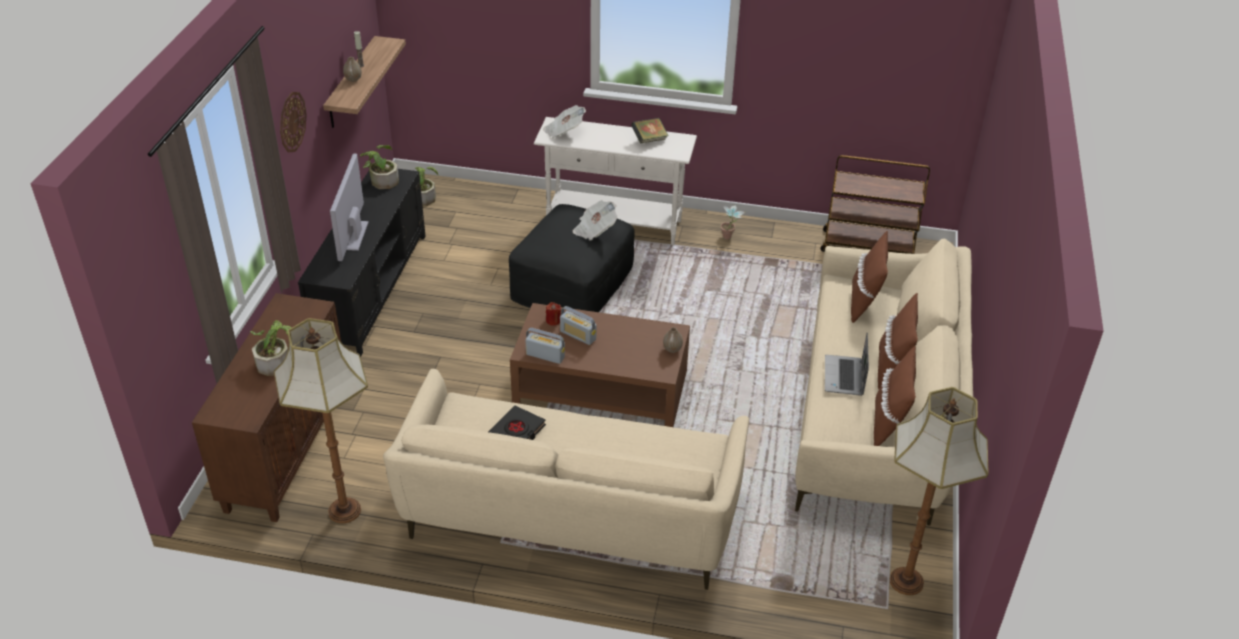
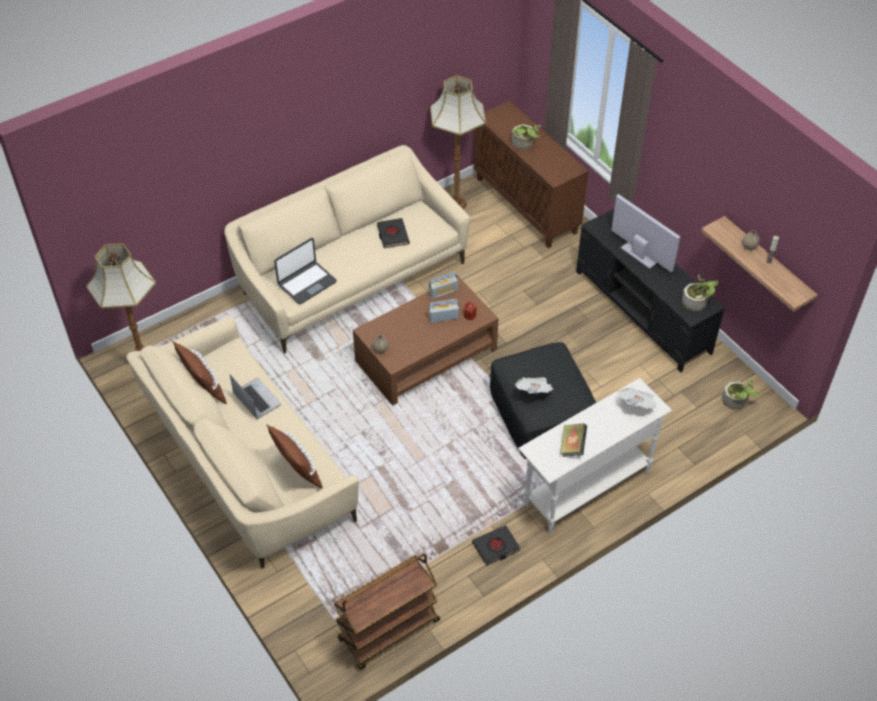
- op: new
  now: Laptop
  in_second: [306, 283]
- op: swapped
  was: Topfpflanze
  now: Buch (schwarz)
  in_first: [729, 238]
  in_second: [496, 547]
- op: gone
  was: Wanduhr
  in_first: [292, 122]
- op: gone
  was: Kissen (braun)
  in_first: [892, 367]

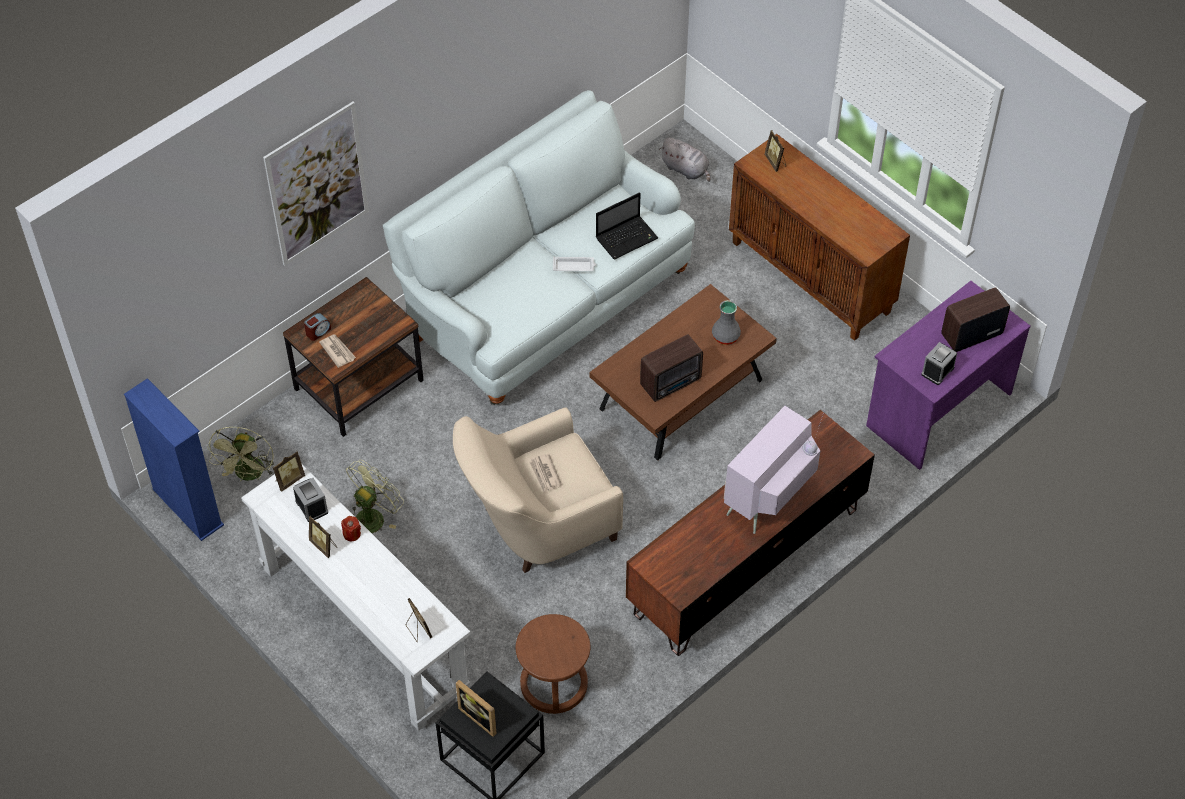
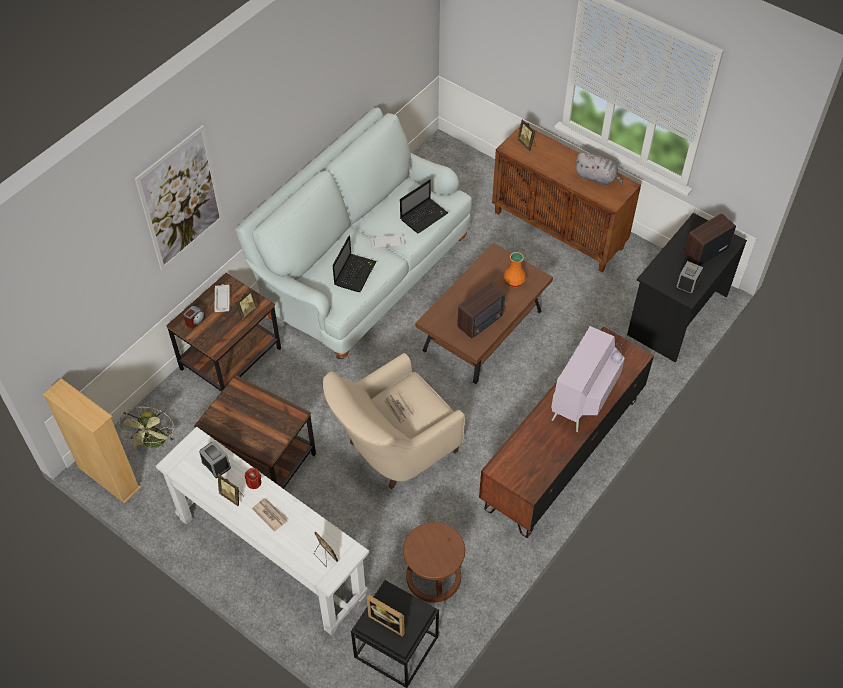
- op: repainted
  was: Bücherregal (blau)
  now: Bücherregal (beige)
  in_first: [187, 507]
  in_second: [109, 477]
- op: swapped
  was: Ventilator (grün)
  now: Beistelltisch (braun)
  in_first: [373, 516]
  in_second: [261, 461]
- op: new
  now: Tablett (weiß)
  in_second: [222, 299]
- op: shifted
  was: Bilderrahmen
  in_first: [289, 480]
  in_second: [247, 312]
- op: shifted
  was: Zeitung
  in_first: [337, 351]
  in_second: [270, 514]
- op: new
  now: Laptop
  in_second: [355, 273]
- op: repainted
  was: Vase (grau)
  now: Vase (orange)
  in_first: [726, 337]
  in_second: [514, 281]
- op: shifted
  was: Plüschtier (grau)
  in_first: [686, 169]
  in_second: [597, 178]
- op: repainted
  was: Schreibtisch (lila)
  now: Schreibtisch (schwarz)
  in_first: [937, 409]
  in_second: [676, 314]

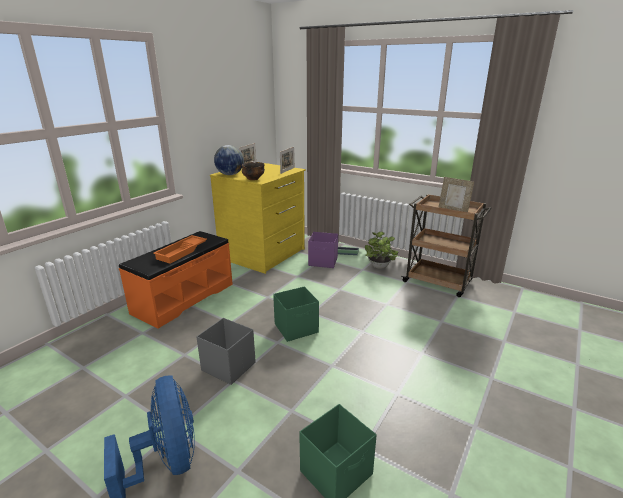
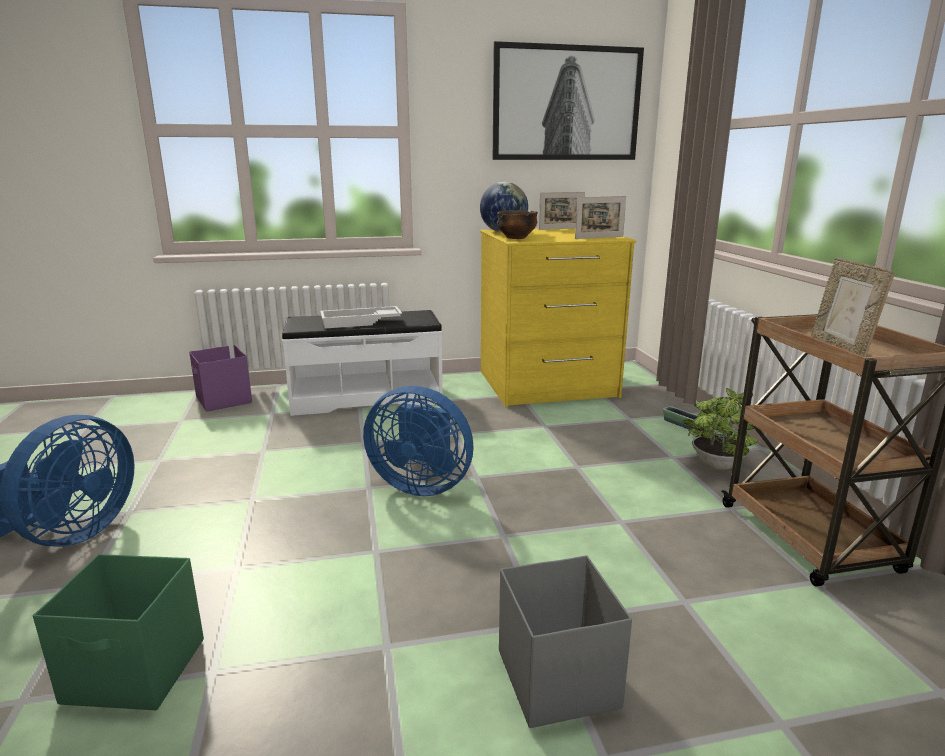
- op: shifted
  was: Aufbewahrungsbox (lila)
  in_first: [323, 262]
  in_second: [223, 400]
- op: repainted
  was: Bank (orange)
  now: Bank (weiß)
  in_first: [183, 298]
  in_second: [366, 397]
- op: repainted
  was: Tablett (orange)
  now: Tablett (weiß)
  in_first: [182, 252]
  in_second: [360, 322]
- op: swapped
  was: Aufbewahrungsbox (grün)
  now: Ventilator (blau)
  in_first: [297, 328]
  in_second: [421, 485]
- op: new
  now: Bild
  in_second: [566, 104]
- op: shifted
  was: Aufbewahrungsbox (grau)
  in_first: [228, 366]
  in_second: [557, 678]

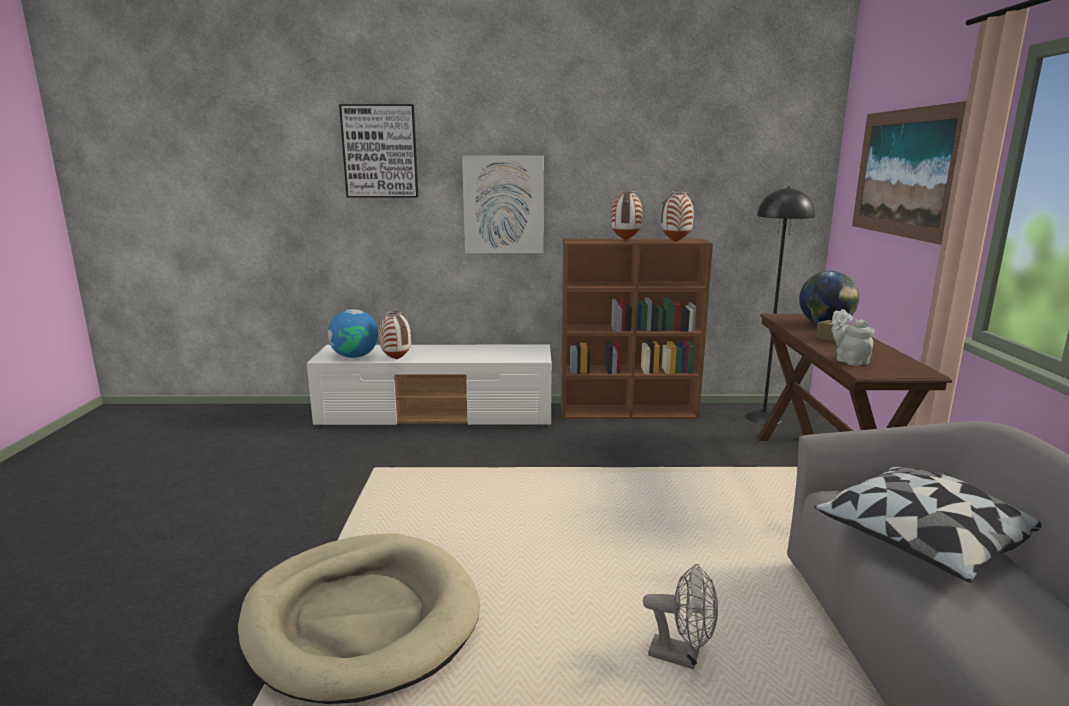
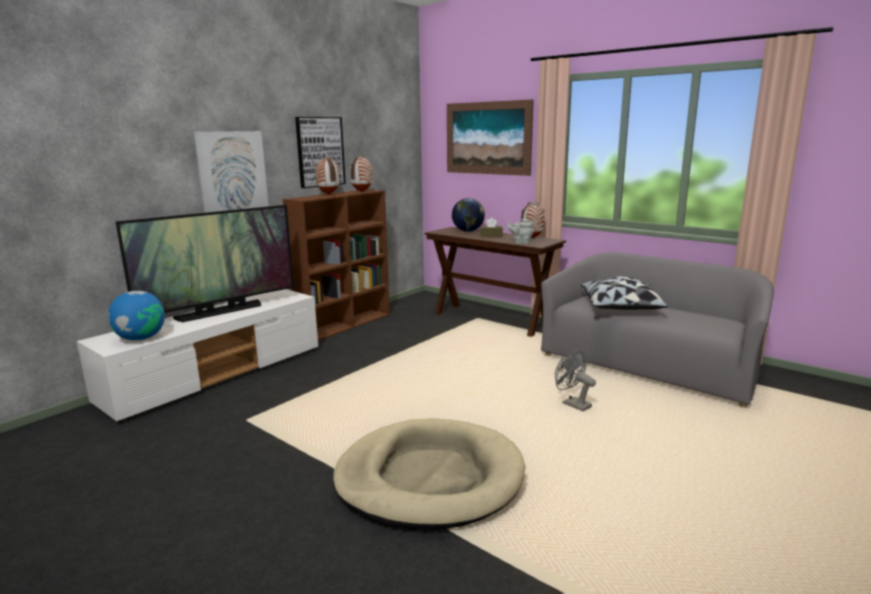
- op: new
  now: Fernseher
  in_second: [220, 311]
- op: shifted
  was: Bild
  in_first: [380, 151]
  in_second: [320, 152]
- op: shifted
  was: Vase
  in_first: [397, 359]
  in_second: [532, 238]
- op: rotated
  was: Ventilator (grau)
  in_first: [682, 656]
  in_second: [572, 404]
  clockwise: -105
- op: gone
  was: Stehlampe (schwarz)
  in_first: [764, 417]

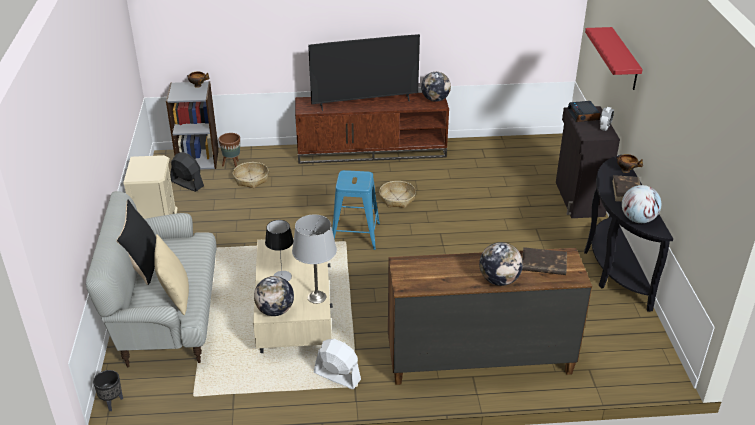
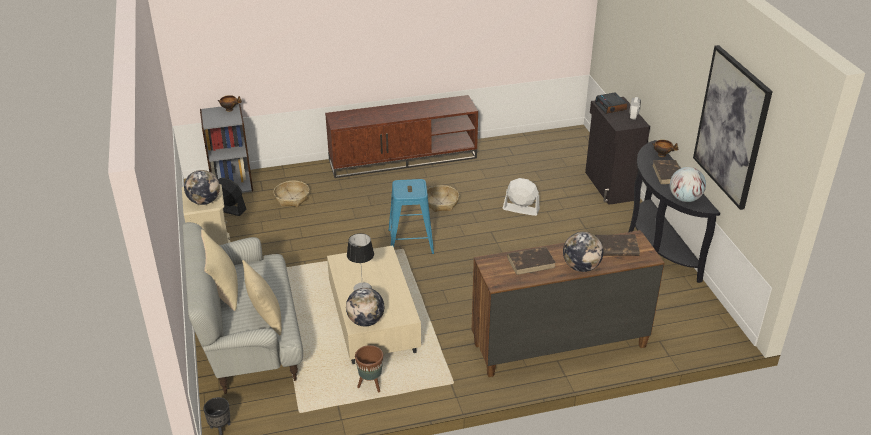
- op: shifted
  was: Globus
  in_first: [435, 99]
  in_second: [204, 201]
- op: repainted
  was: Kissen (schwarz)
  now: Kissen (beige)
  in_first: [143, 263]
  in_second: [223, 291]
- op: shifted
  was: Pflanzkübel (braun)
  in_first: [232, 165]
  in_second: [370, 385]
- op: shifted
  was: Ventilator (weiß)
  in_first: [337, 376]
  in_second: [520, 209]
- op: new
  now: Buch (braun)
  in_second: [531, 262]
- op: new
  now: Bild
  in_second: [731, 127]
- op: gone
  was: Tischlampe (grau)
  in_first: [316, 297]
- op: gone
  was: Fernseher
  in_first: [365, 103]
- op: gone
  was: Wandregal (rot)
  in_first: [624, 59]

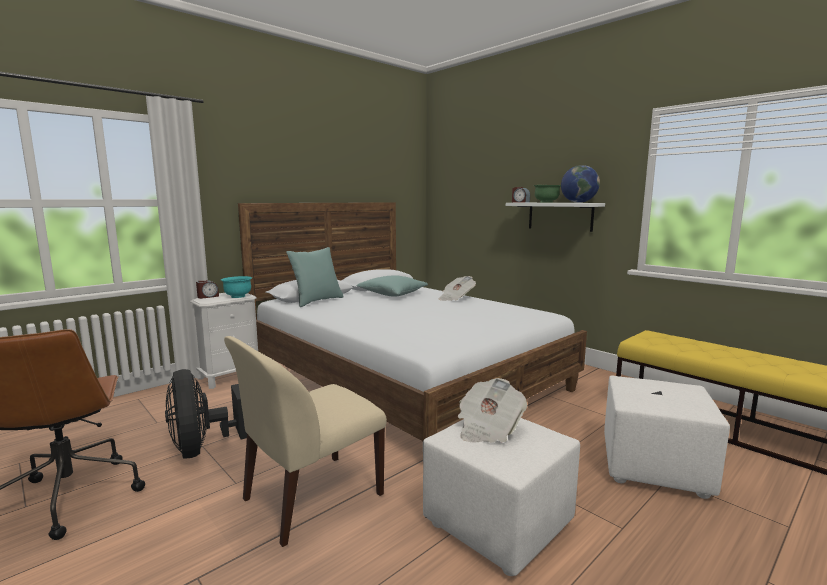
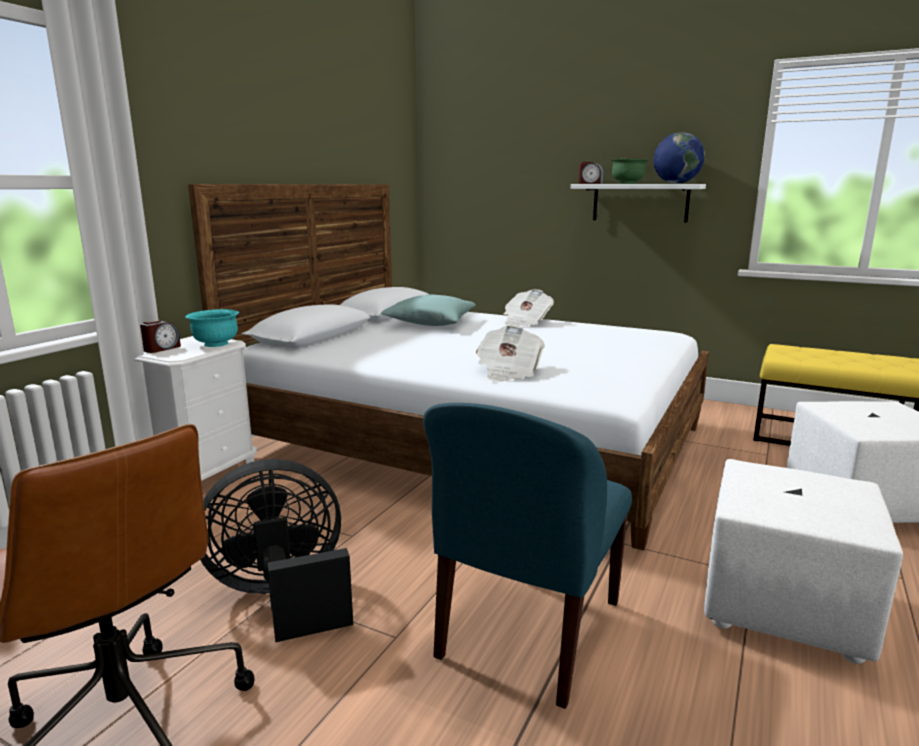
- op: rotated
  was: Ventilator (schwarz)
  in_first: [202, 448]
  in_second: [282, 597]
  clockwise: 120
- op: repainted
  was: Stuhl (beige)
  now: Stuhl (blau)
  in_first: [310, 498]
  in_second: [528, 631]
- op: shifted
  was: Zeitung
  in_first: [488, 428]
  in_second: [508, 372]
- op: gone
  was: Kissen (türkis)
  in_first: [317, 301]

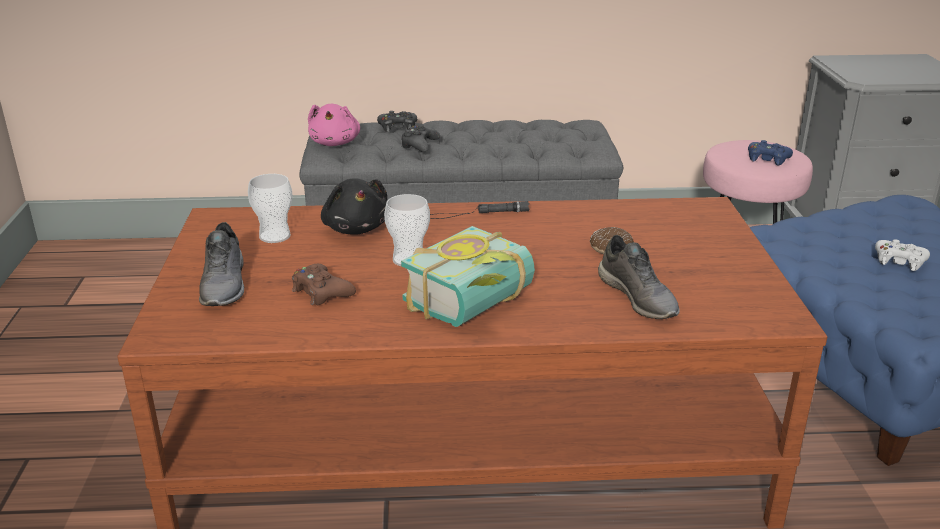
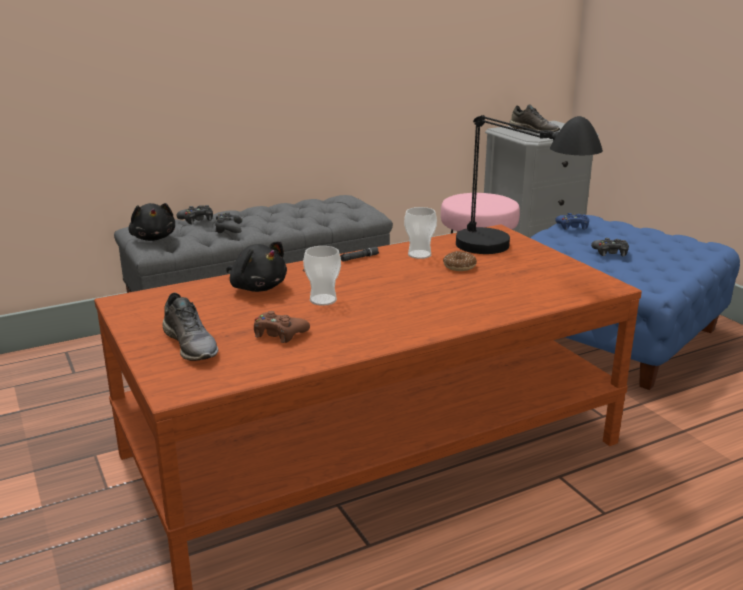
- op: repainted
  was: Plüschtier (rosa)
  now: Plüschtier (schwarz)
  in_first: [335, 143]
  in_second: [153, 238]
- op: shifted
  was: Tasse
  in_first: [275, 236]
  in_second: [419, 254]
- op: new
  now: Tischlampe (schwarz)
  in_second: [514, 259]
- op: shifted
  was: Schuh (grau)
  in_first: [639, 297]
  in_second: [534, 131]
- op: shifted
  was: Gamepad (blau)
  in_first: [767, 159]
  in_second: [573, 226]
- op: repainted
  was: Gamepad (weiß)
  now: Gamepad (schwarz)
  in_first: [899, 261]
  in_second: [610, 252]
- op: gone
  was: Buch
  in_first: [477, 306]

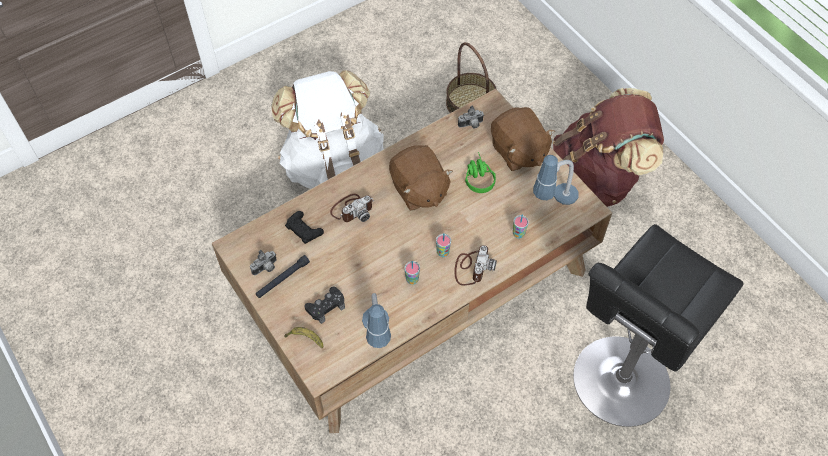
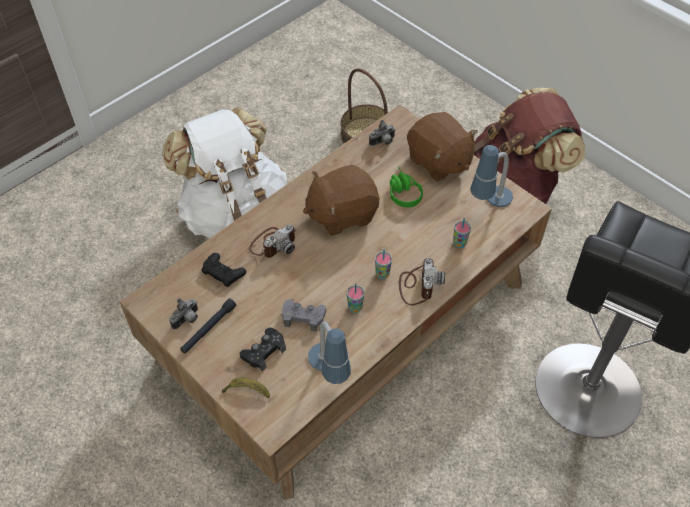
- op: new
  now: Gamepad (grau)
  in_second: [303, 317]
- op: rotated
  was: Plüschtier (braun)
  in_first: [418, 190]
  in_second: [342, 214]
  clockwise: 105

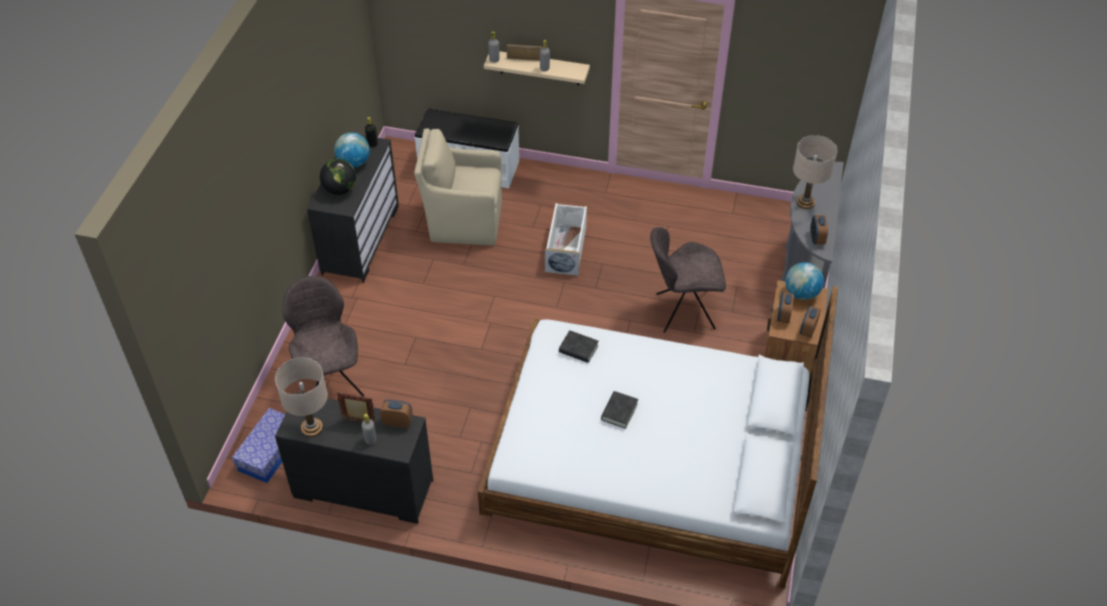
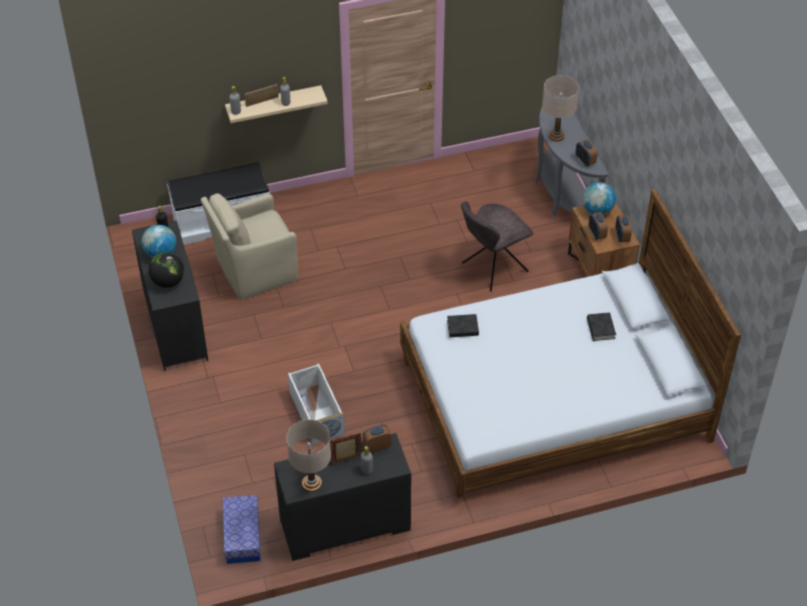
- op: shifted
  was: Aufbewahrungsbox (weiß)
  in_first: [566, 249]
  in_second: [316, 413]
- op: shifted
  was: Buch (schwarz)
  in_first: [619, 412]
  in_second: [600, 329]
- op: gone
  was: Stuhl (grau)
  in_first: [330, 380]

